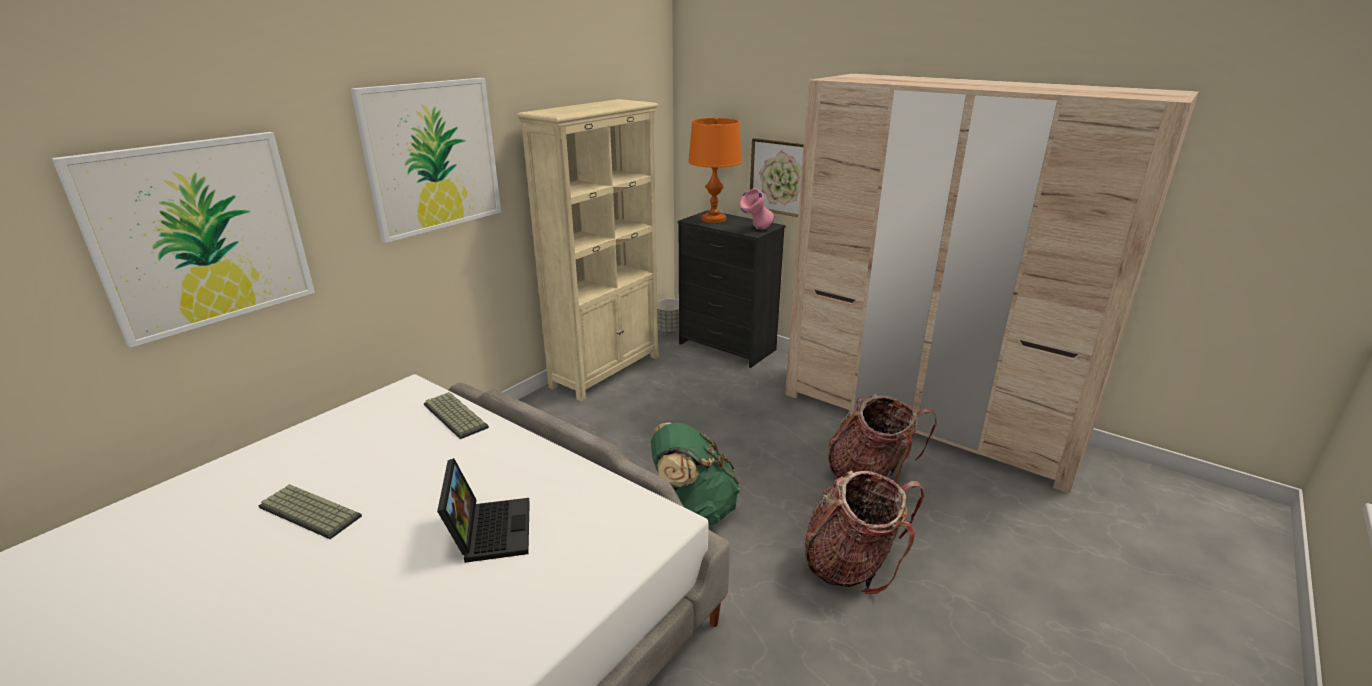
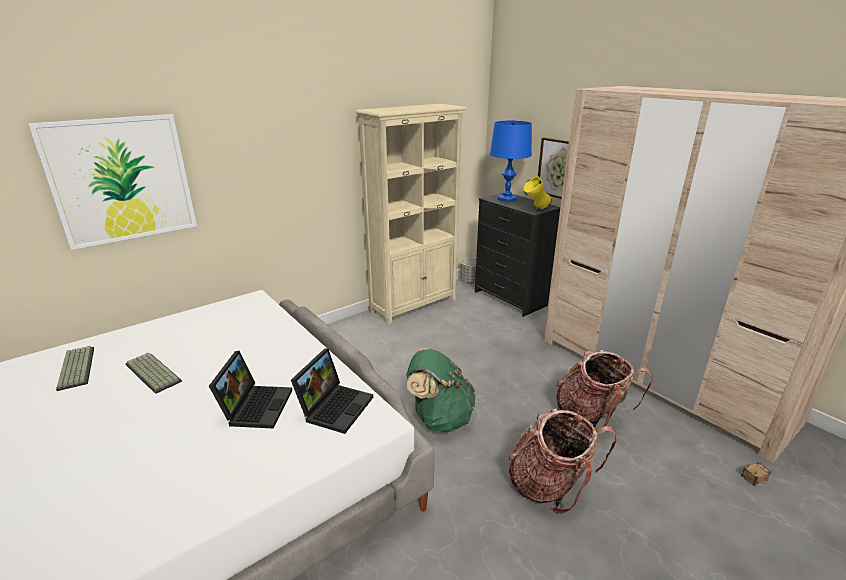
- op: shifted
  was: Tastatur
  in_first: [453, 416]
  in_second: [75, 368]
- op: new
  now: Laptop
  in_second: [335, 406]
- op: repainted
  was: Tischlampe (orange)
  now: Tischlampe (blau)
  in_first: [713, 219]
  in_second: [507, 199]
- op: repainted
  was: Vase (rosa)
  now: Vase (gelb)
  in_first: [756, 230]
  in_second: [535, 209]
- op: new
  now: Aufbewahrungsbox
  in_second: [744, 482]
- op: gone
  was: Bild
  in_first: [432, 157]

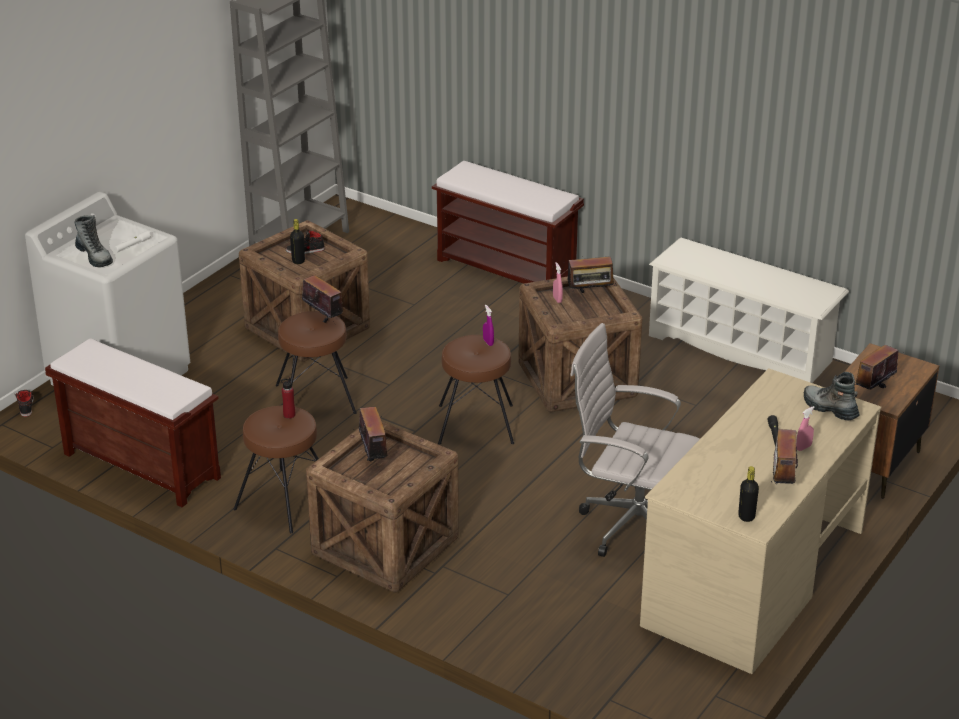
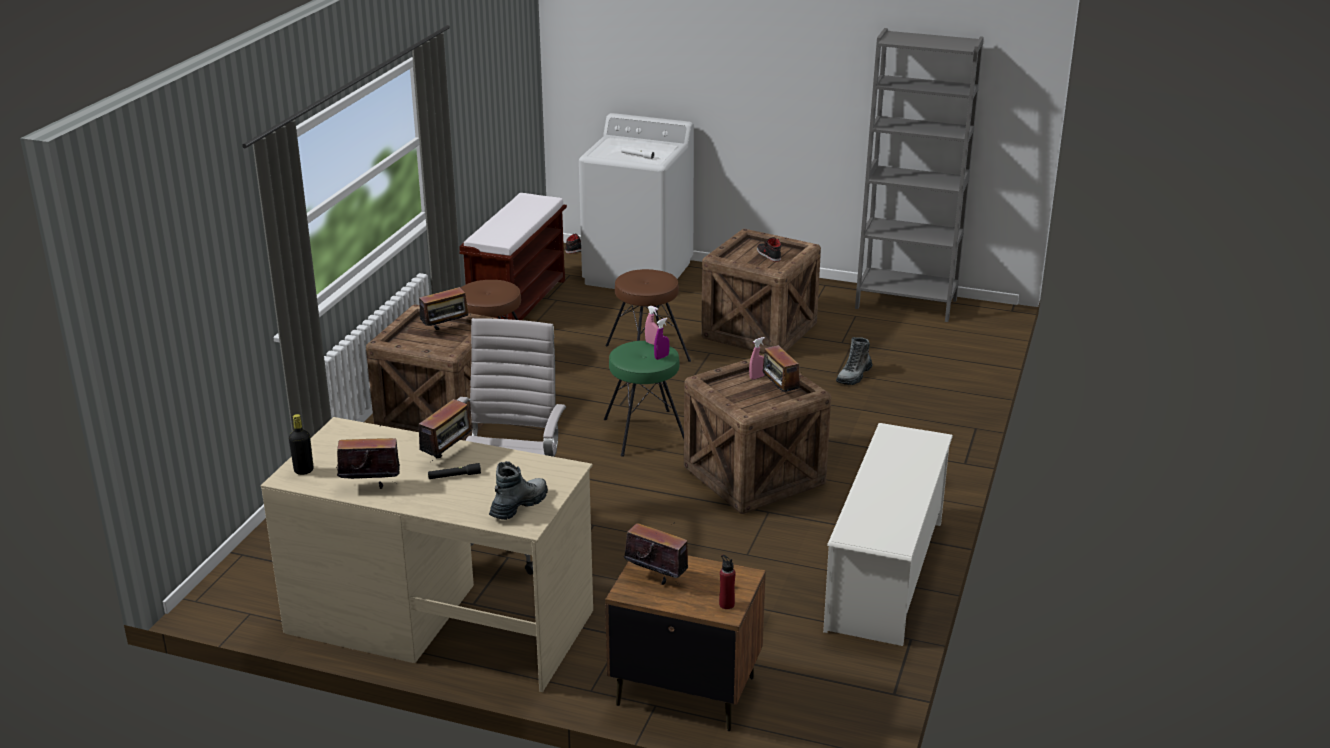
- op: shifted
  was: Radio
  in_first: [323, 317]
  in_second: [448, 455]
- op: repainted
  was: Hocker (braun)
  now: Hocker (grün)
  in_first: [476, 425]
  in_second: [644, 433]
- op: shifted
  was: Sprühflasche (rosa)
  in_first: [803, 447]
  in_second: [652, 343]
- op: shifted
  was: Flasche (rot)
  in_first: [289, 415]
  in_second: [726, 604]
- op: shifted
  was: Stiefel
  in_first: [94, 256]
  in_second: [854, 376]
- op: gone
  was: Flasche (schwarz)
  in_first: [298, 261]
- op: gone
  was: Bank (braun)
  in_first: [507, 268]

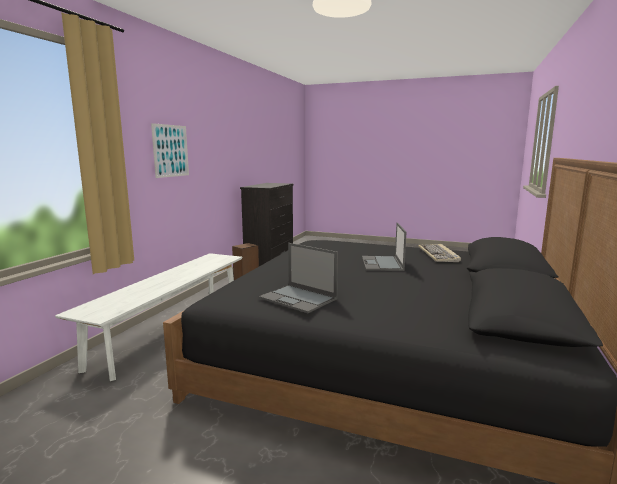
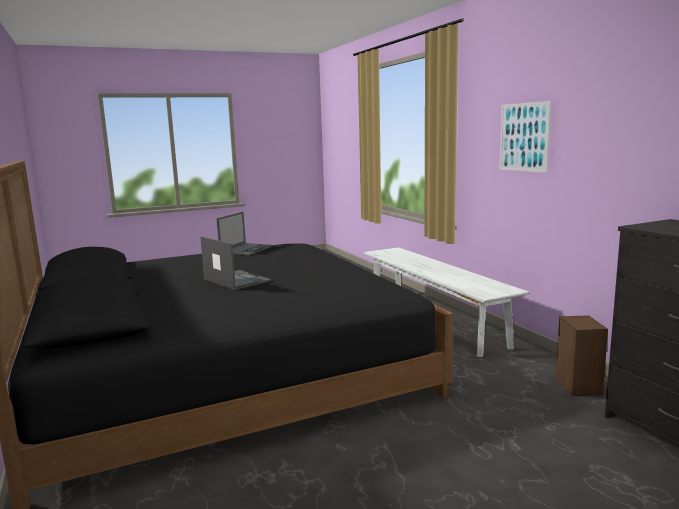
- op: rotated
  was: Laptop
  in_first: [299, 298]
  in_second: [246, 249]
  clockwise: 120
- op: gone
  was: Tastatur
  in_first: [438, 255]

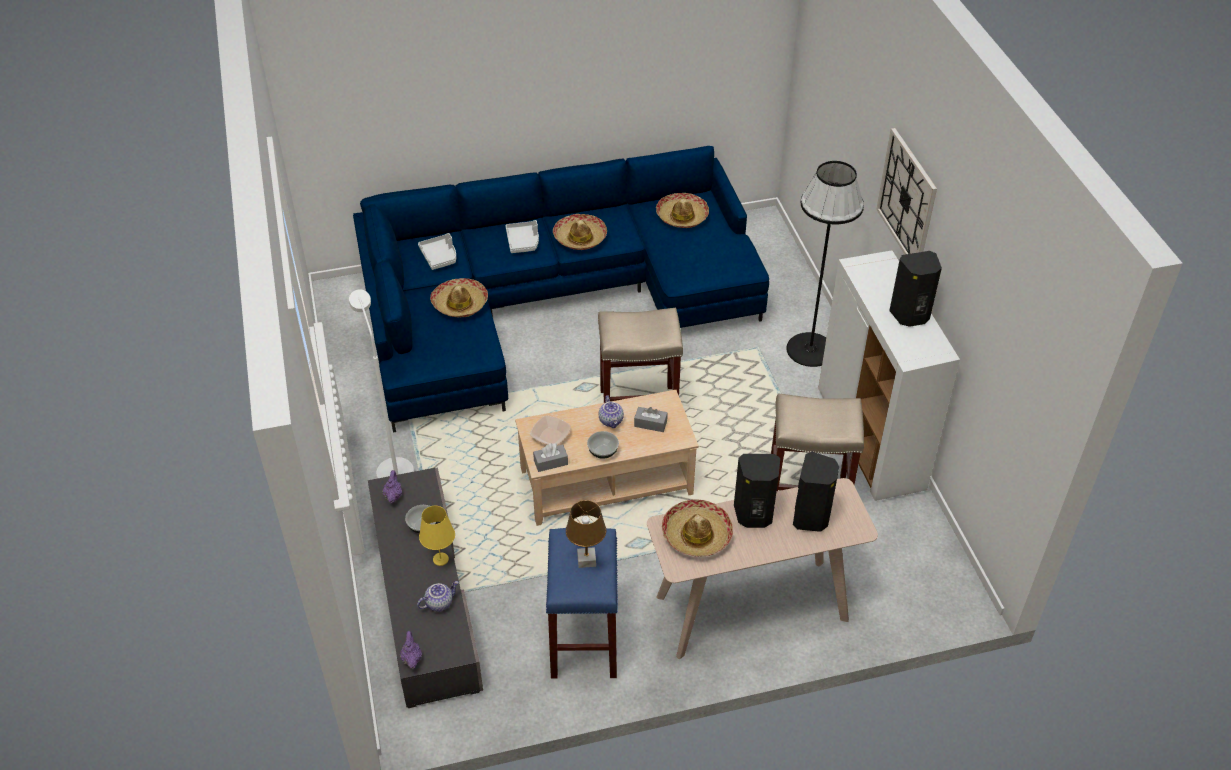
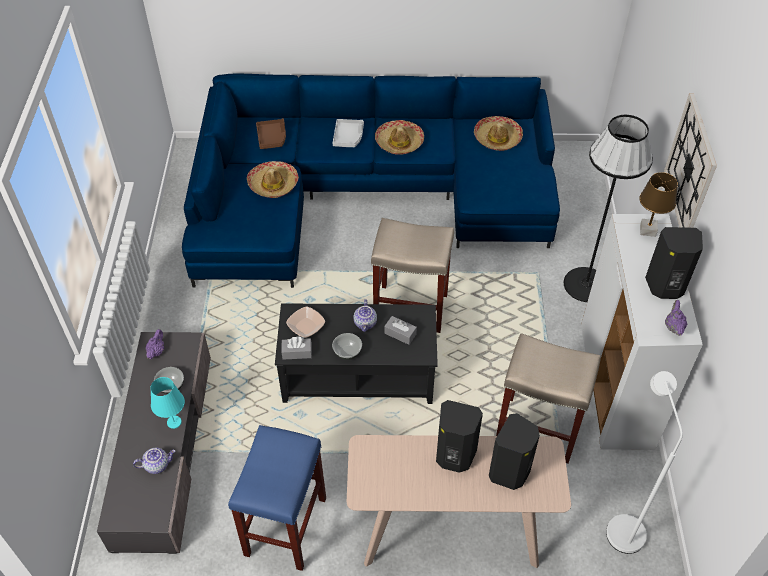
- op: repainted
  was: Tischlampe (gelb)
  now: Tischlampe (türkis)
  in_first: [440, 559]
  in_second: [174, 422]
- op: repainted
  was: Tablett (grau)
  now: Tablett (braun)
  in_first: [440, 256]
  in_second: [272, 138]
- op: repainted
  was: Couchtisch (beige)
  now: Couchtisch (schwarz)
  in_first: [606, 480]
  in_second: [359, 372]
- op: shifted
  was: Stehlampe (weiß)
  in_first: [393, 467]
  in_second: [622, 524]
- op: shifted
  was: Tischlampe (braun)
  in_first: [587, 560]
  in_second: [648, 230]
- op: shifted
  was: Teekanne (lila)
  in_first: [411, 658]
  in_second: [673, 326]
- op: gone
  was: Hut
  in_first: [696, 534]

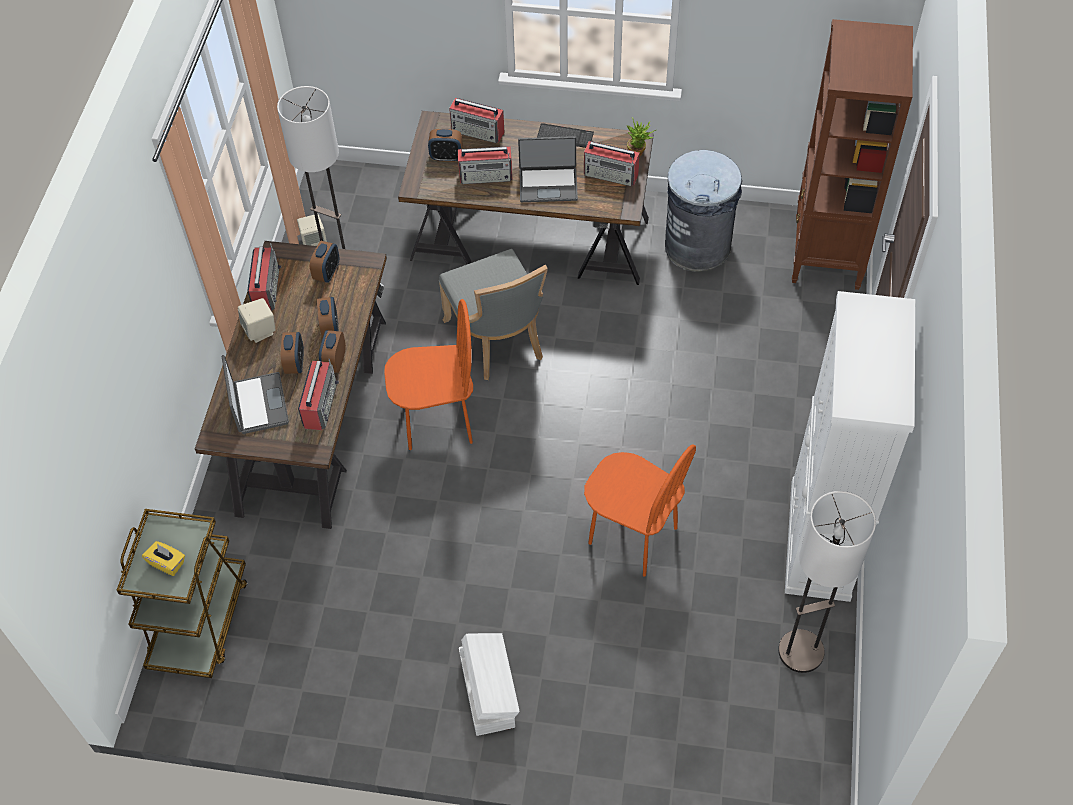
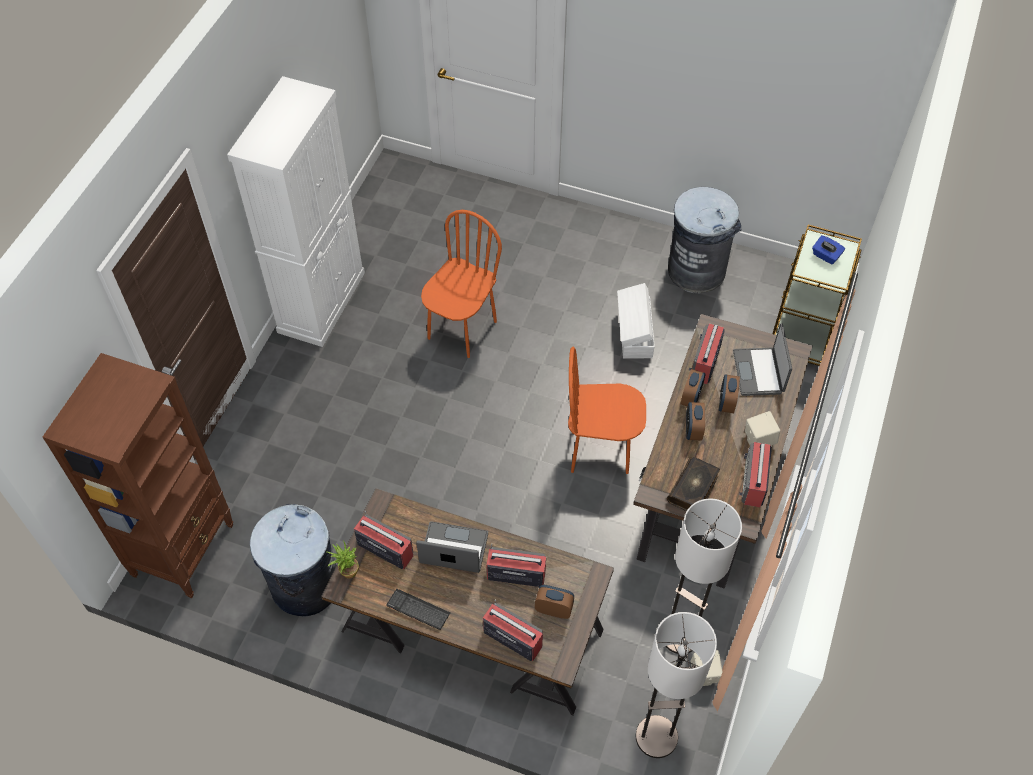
- op: rotated
  was: Stuhl (orange)
  in_first: [632, 536]
  in_second: [461, 329]
  clockwise: 75
- op: shifted
  was: Aufbewahrungsbox (weiß)
  in_first: [488, 691]
  in_second: [634, 333]
- op: shifted
  was: Stehlampe
  in_first: [800, 652]
  in_second: [656, 736]
- op: swapped
  was: Wecker
  now: Buch
  in_first: [327, 273]
  in_second: [693, 489]
- op: new
  now: Mülleimer (grau)
  in_second: [696, 270]
- op: repainted
  was: Taschentuchbox (gelb)
  now: Taschentuchbox (blau)
  in_first: [167, 563]
  in_second: [825, 256]
- op: gone
  was: Stuhl (grau)
  in_first: [498, 341]

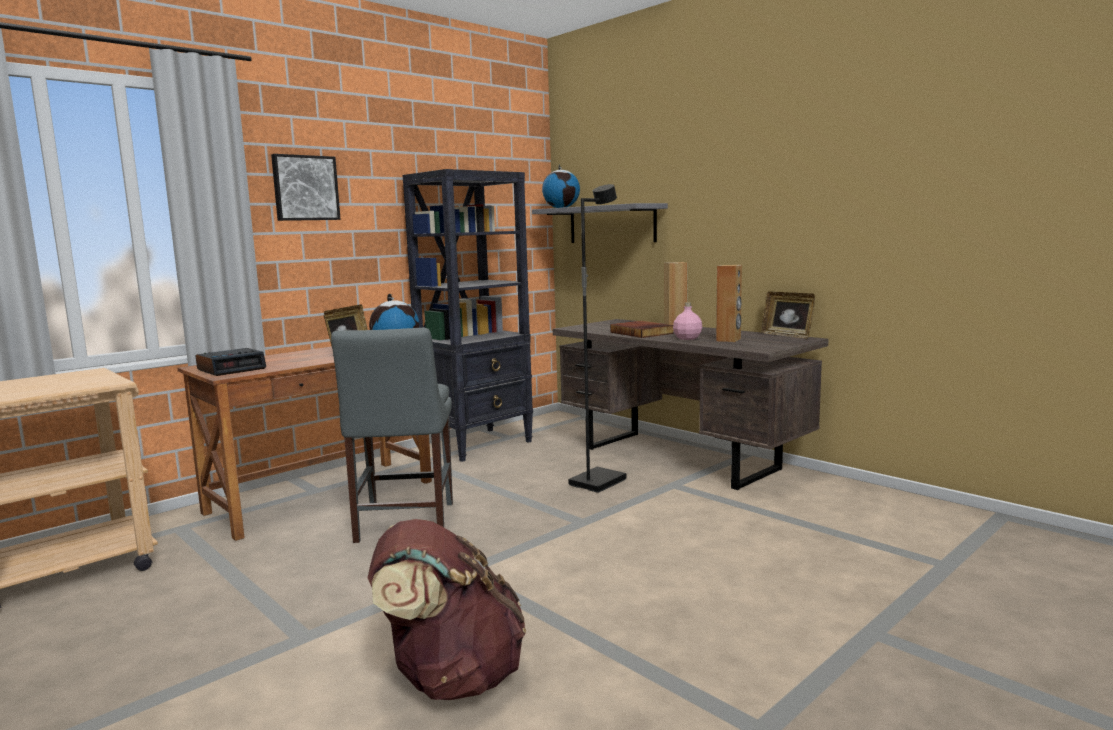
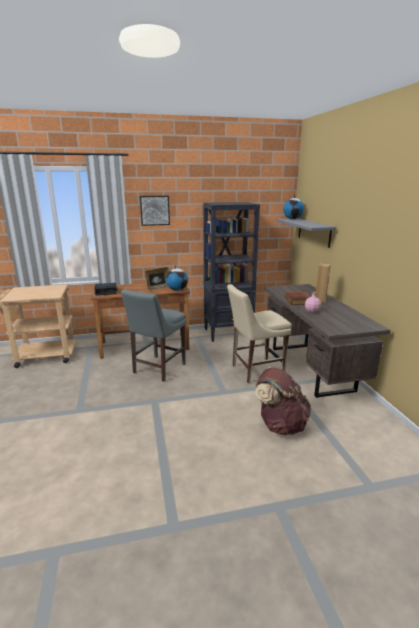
- op: swapped
  was: Stehlampe (schwarz)
  now: Stuhl (beige)
  in_first: [597, 482]
  in_second: [255, 371]
- op: shifted
  was: Rucksack (braun)
  in_first: [450, 677]
  in_second: [280, 424]
- op: gone
  was: Lautsprecher (braun)
  in_first: [729, 340]
- op: gone
  was: Bilderrahmen
  in_first: [787, 335]

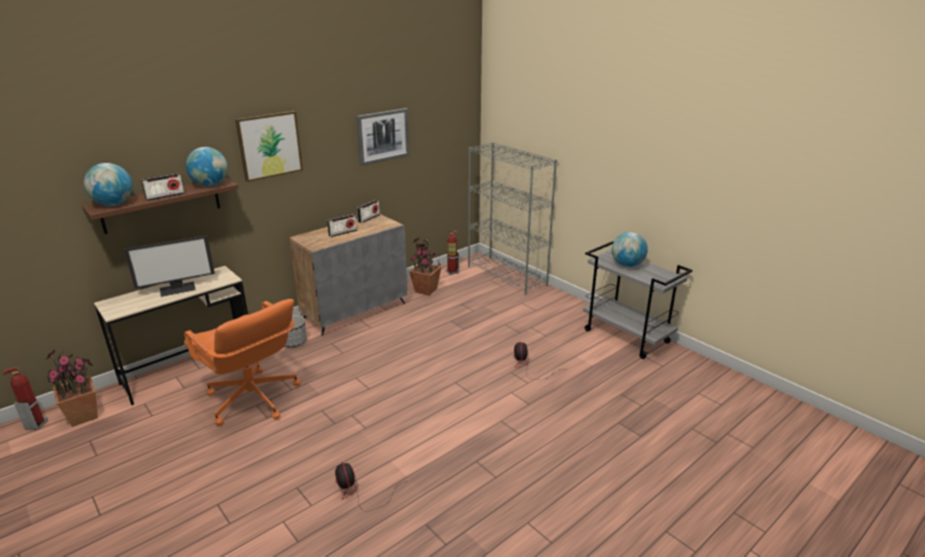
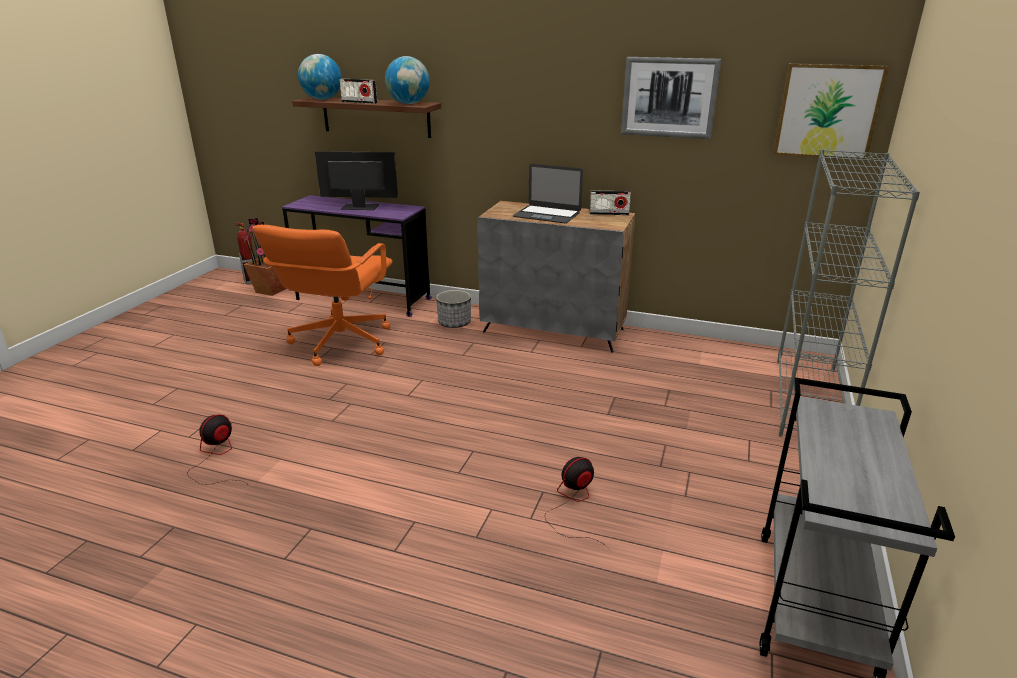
- op: repainted
  was: Schreibtisch (beige)
  now: Schreibtisch (lila)
  in_first: [190, 370]
  in_second: [363, 299]
- op: rotated
  was: Monitor
  in_first: [178, 288]
  in_second: [359, 207]
  clockwise: 150
- op: swapped
  was: Radio
  now: Laptop
  in_first: [342, 233]
  in_second: [547, 214]
- op: shifted
  was: Bild
  in_first: [269, 145]
  in_second: [827, 111]
- op: gone
  was: Topfpflanze
  in_first: [426, 290]
- op: gone
  was: Feuerlöscher
  in_first: [452, 272]
- op: gone
  was: Globus
  in_first: [627, 265]

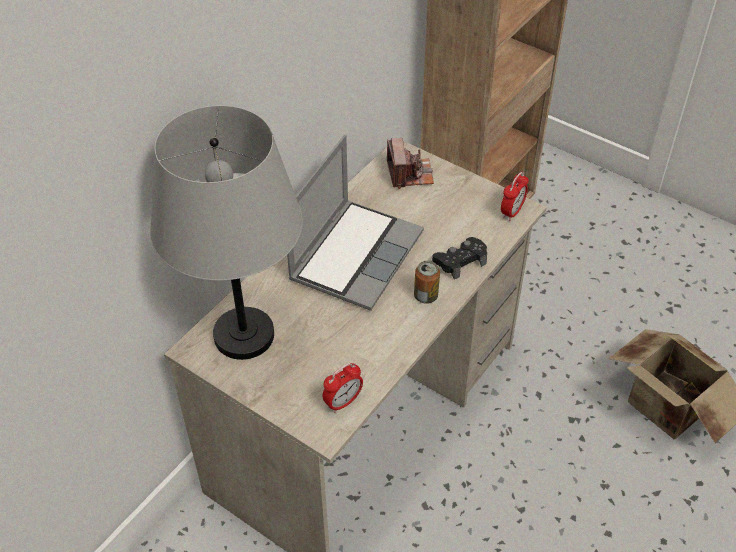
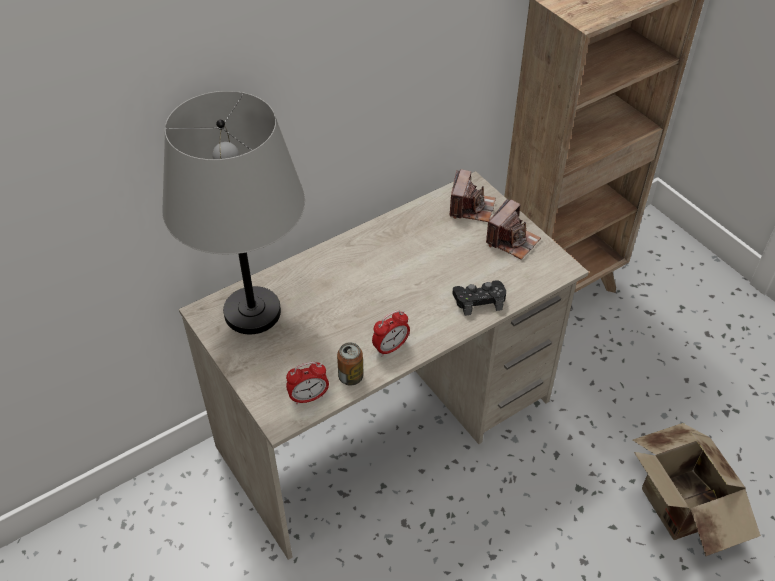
- op: shifted
  was: Dose
  in_first: [426, 296]
  in_second: [350, 377]
- op: shifted
  was: Wecker
  in_first: [512, 212]
  in_second: [390, 347]
- op: new
  now: Kamera
  in_second: [512, 240]
- op: gone
  was: Laptop
  in_first: [355, 254]

